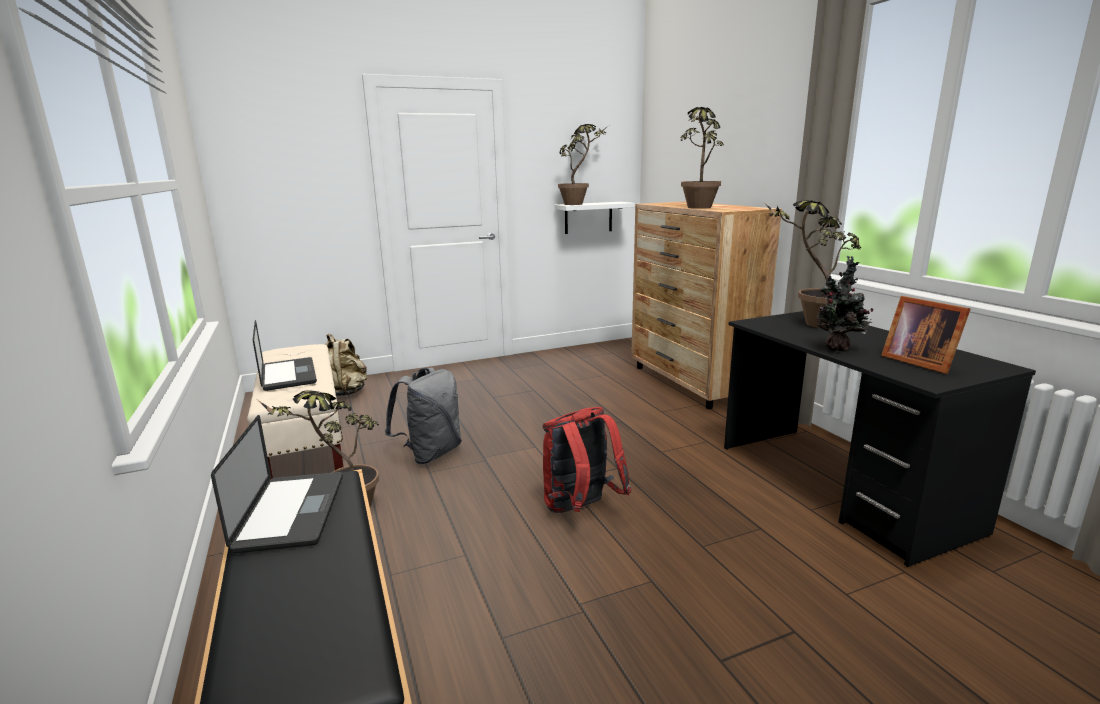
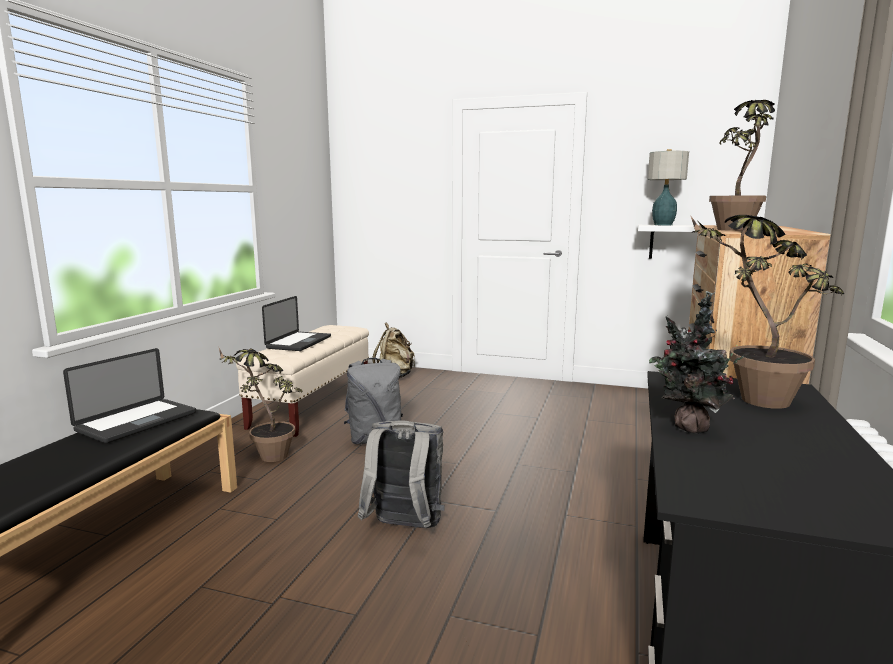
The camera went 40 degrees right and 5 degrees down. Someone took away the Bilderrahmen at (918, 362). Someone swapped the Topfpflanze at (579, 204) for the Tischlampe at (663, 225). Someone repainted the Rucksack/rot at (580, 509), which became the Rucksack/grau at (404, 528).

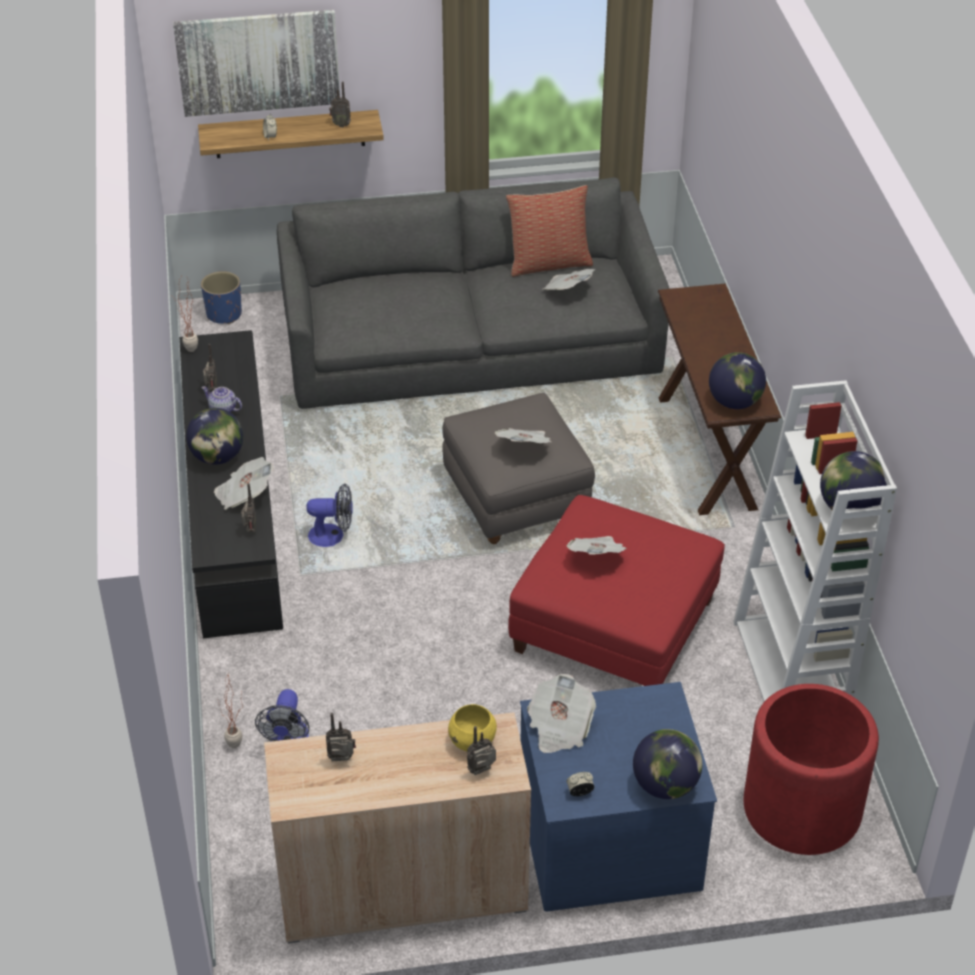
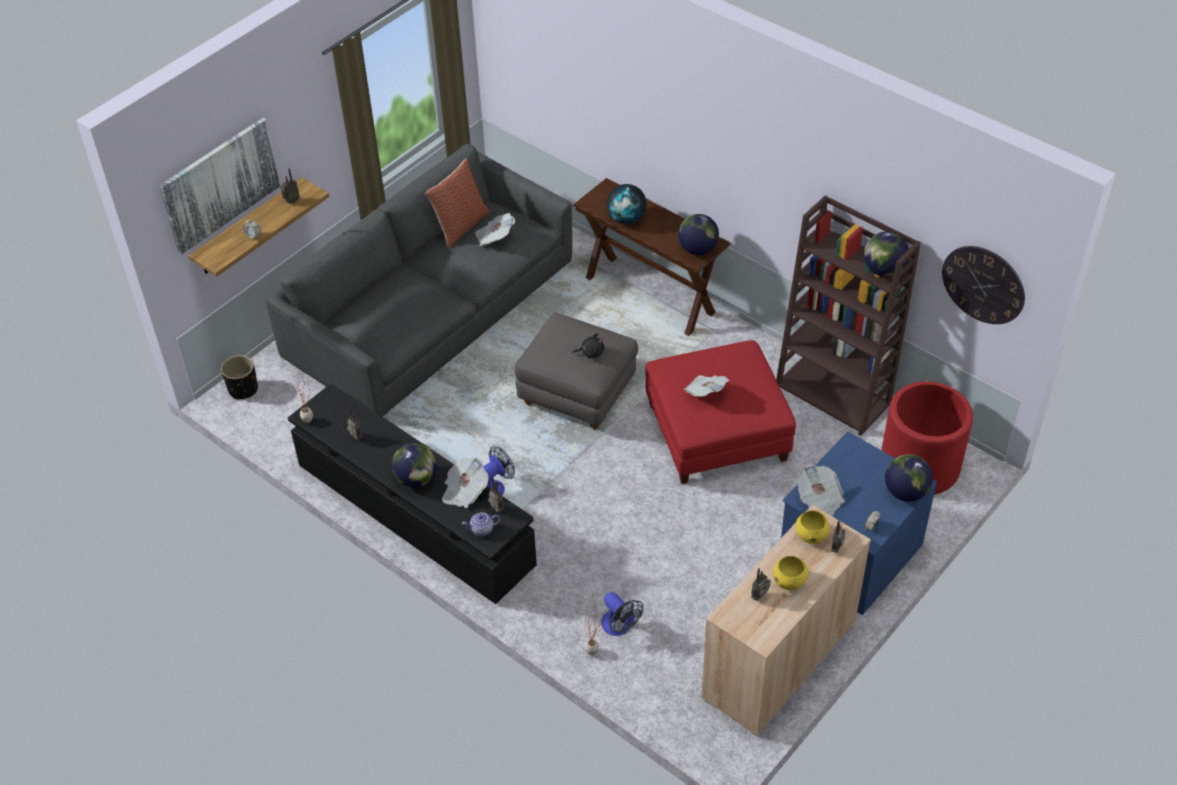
The camera went 40 degrees left and 5 degrees up. Someone put down the Globus at (626, 219). Someone put down the Schüssel/gelb at (790, 581). Someone put up the Wanduhr at (983, 284). Someone carried the Teekanne from (223, 409) to (482, 530). Someone swapped the Zeitung at (525, 447) for the Plüschtier/schwarz at (590, 352). Someone repainted the Pflanzkübel/blau at (223, 314), which became the Pflanzkübel/schwarz at (243, 389). Someone repainted the Bücherregal/weiß at (791, 672), which became the Bücherregal/braun at (834, 395).

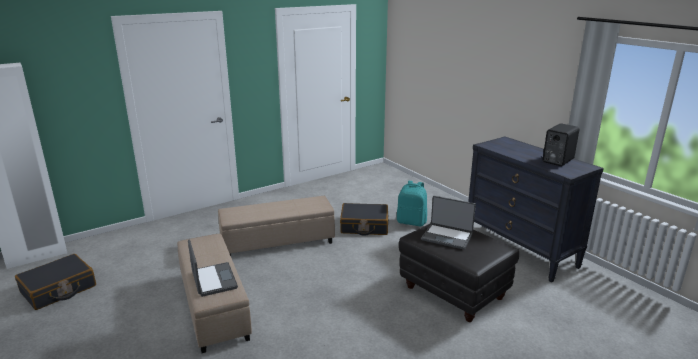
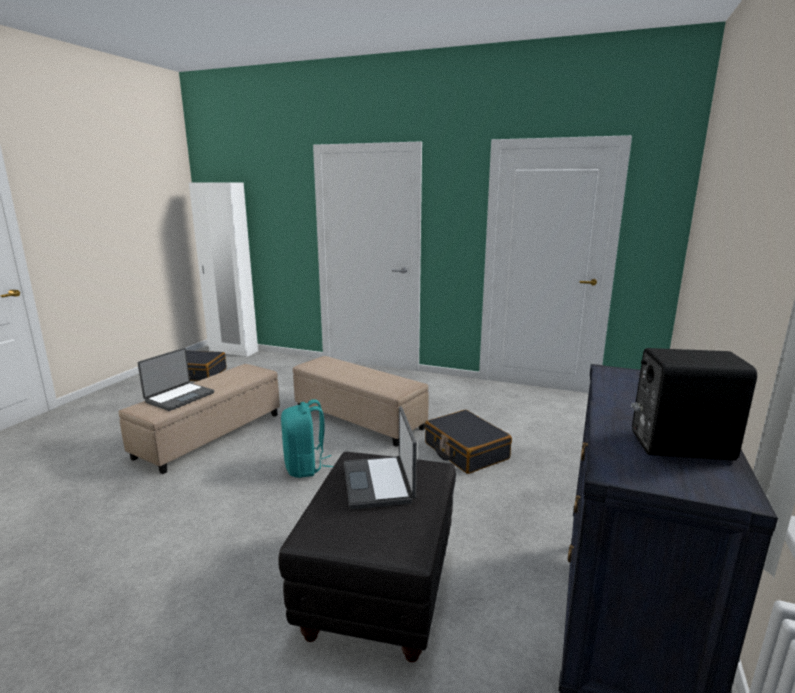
The camera went 55 degrees right and 5 degrees down. Someone carried the Rucksack/türkis from (411, 222) to (305, 467).

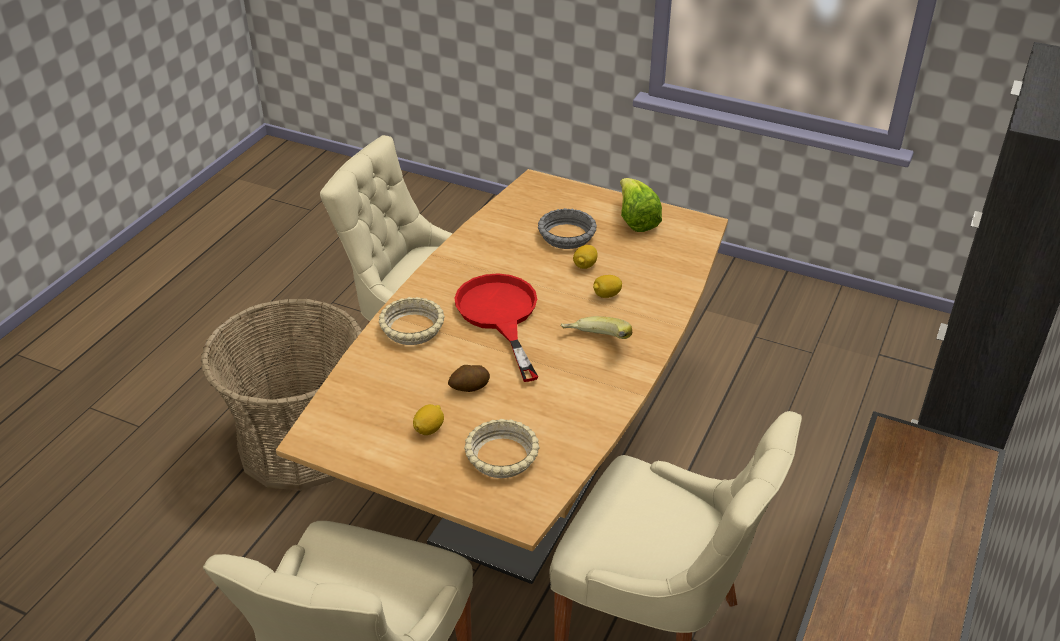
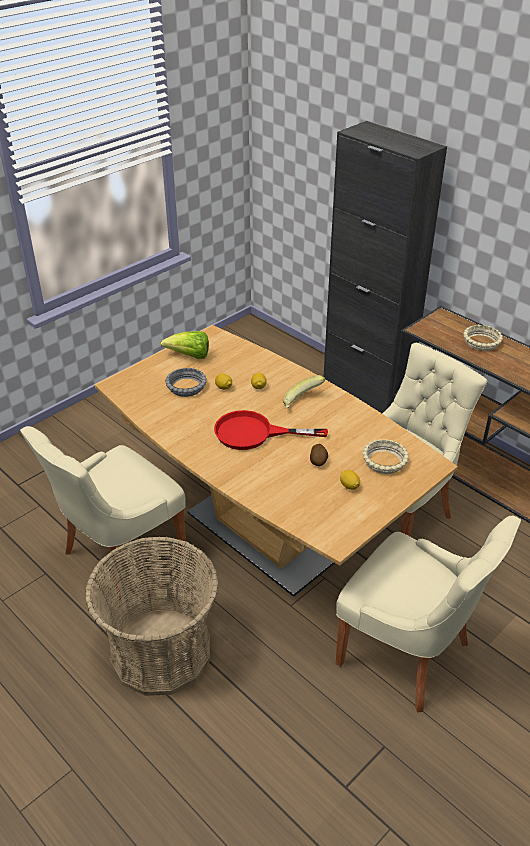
The camera went 70 degrees left and 0 degrees up. Someone carried the Schüssel/beige from (412, 327) to (481, 342).

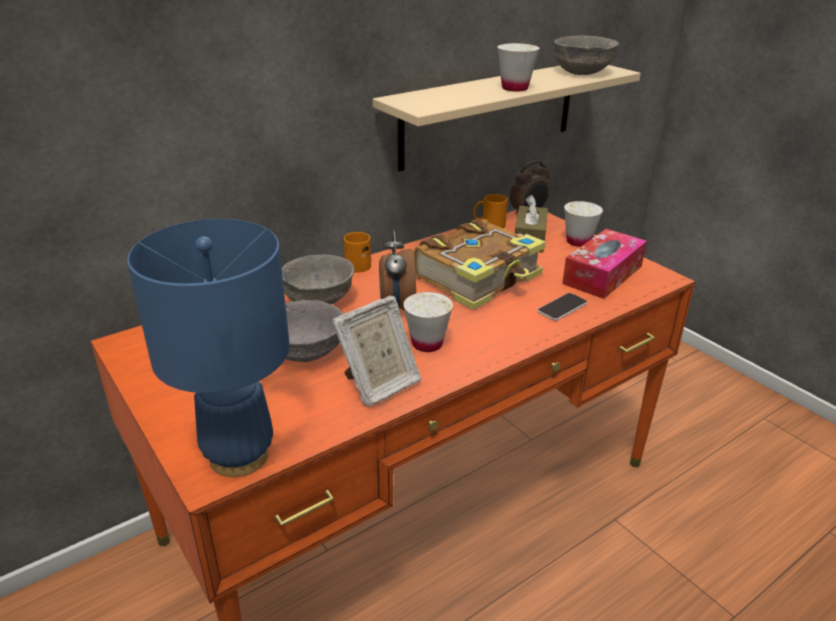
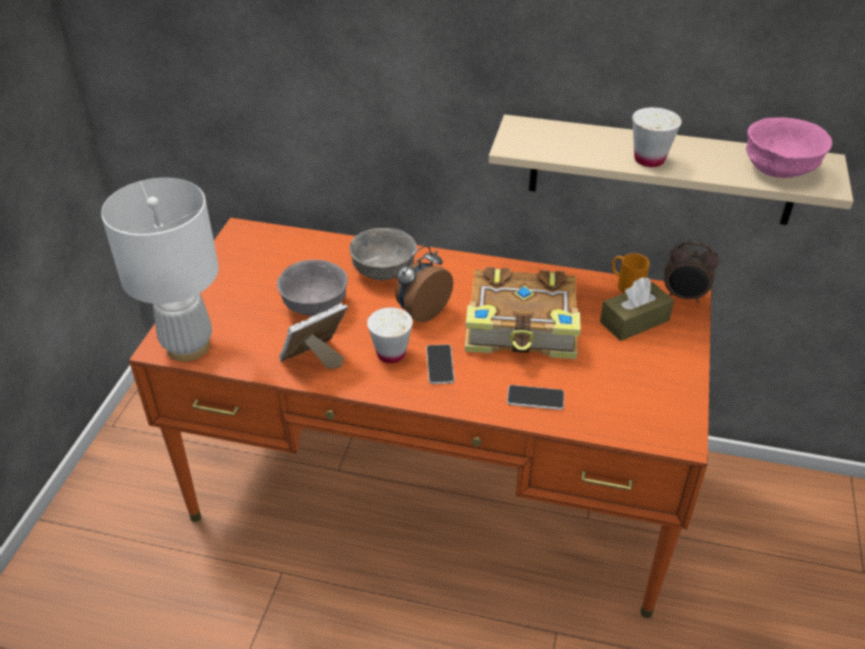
The camera went 50 degrees right and 10 degrees up. Someone took away the Henkelbecher/orange at (359, 263). Someone took away the Taschentuchbox at (602, 275). Someone took away the Tasse/weiß at (578, 241). Someone put down the Handy at (440, 365). Someone repainted the Tischlampe/blau at (239, 456), which became the Tischlampe/weiß at (188, 347). Someone repainted the Schüssel/grau at (583, 72), which became the Schüssel/rosa at (779, 170). Someone rotated the Bilderrahmen at (379, 385) by 135 degrees clockwise.

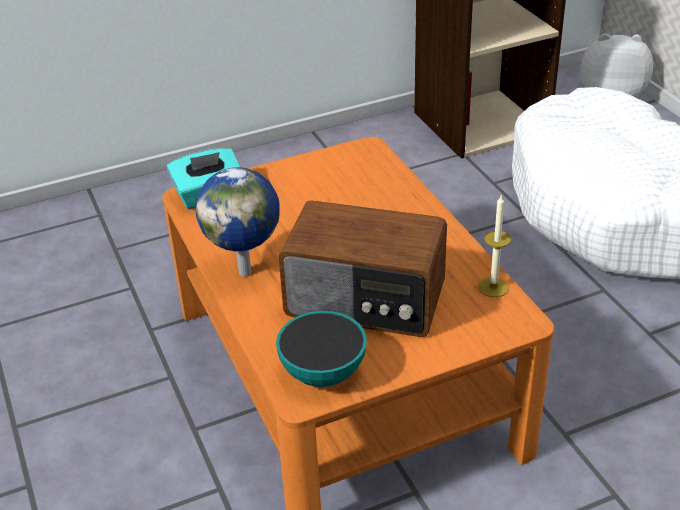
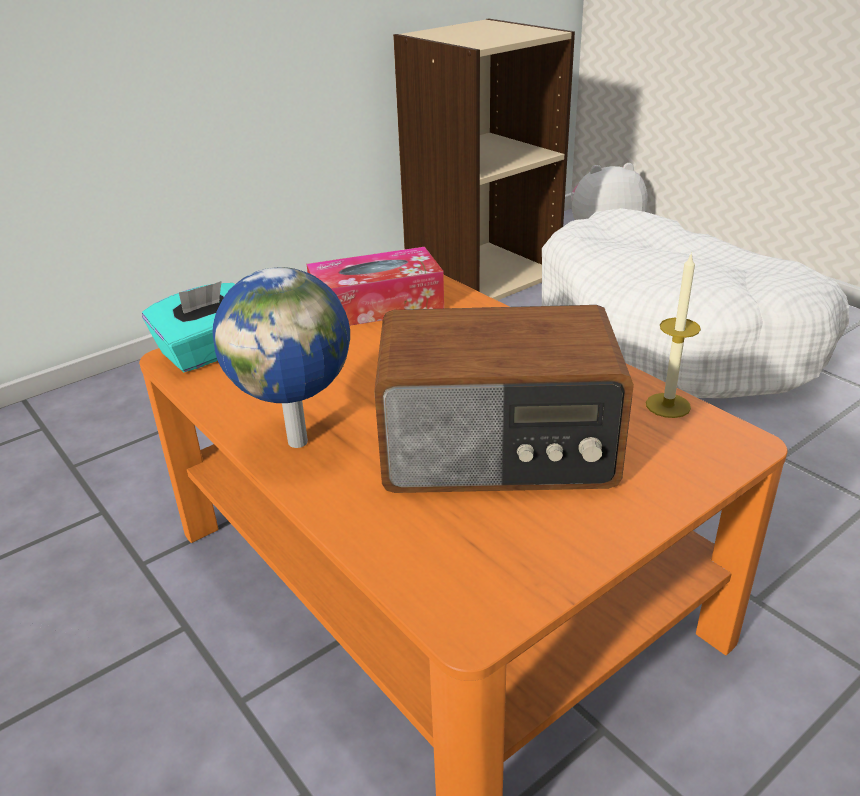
The camera went 15 degrees left and 5 degrees down. Someone took away the Schüssel at (323, 373). Someone put down the Taschentuchbox at (376, 306).

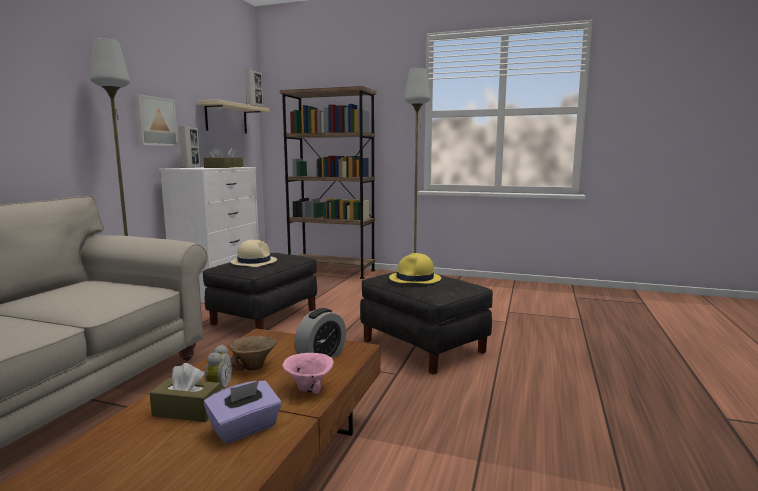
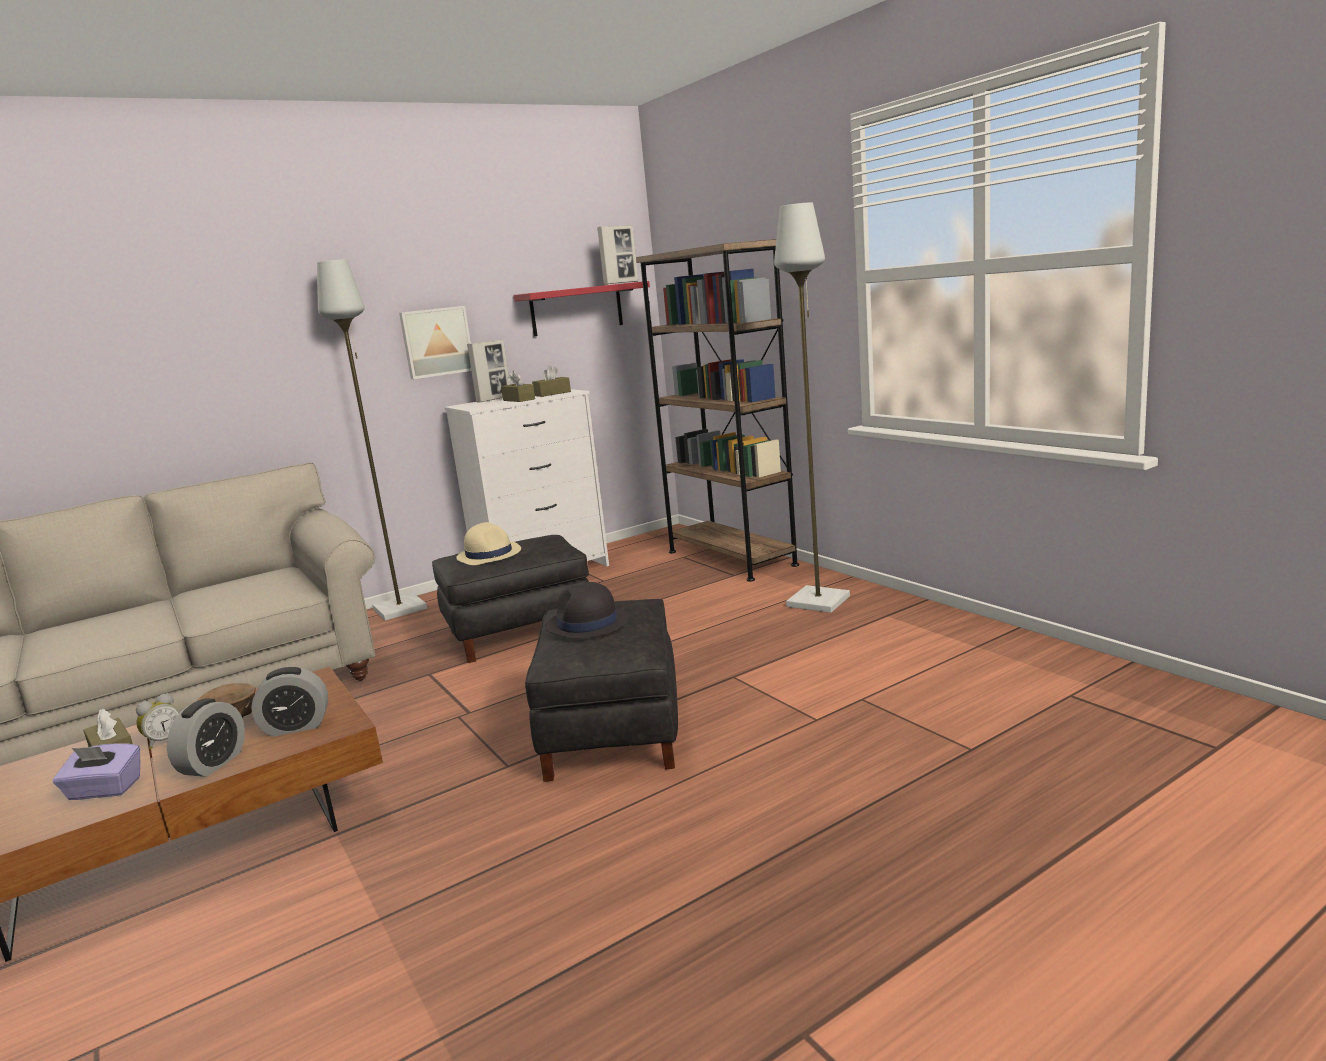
The camera went 40 degrees right and 5 degrees up. Someone swapped the Schüssel/rosa at (308, 388) for the Wecker at (213, 763). Someone repainted the Wandregal/beige at (226, 118), which became the Wandregal/rot at (576, 309). Someone repainted the Hut/gelb at (415, 279), which became the Hut/schwarz at (587, 624).

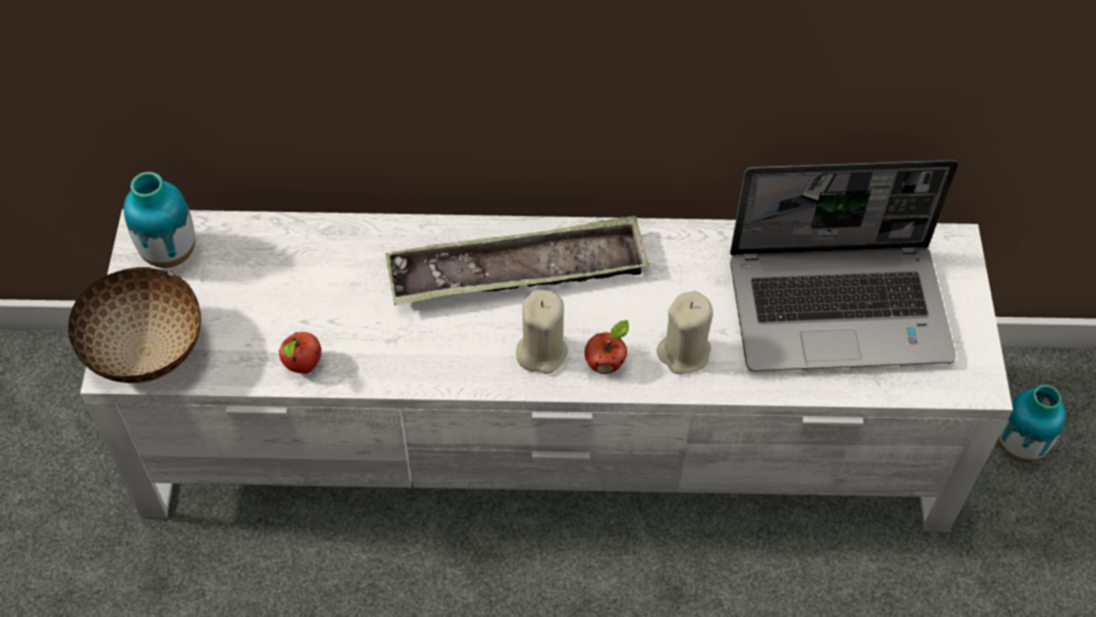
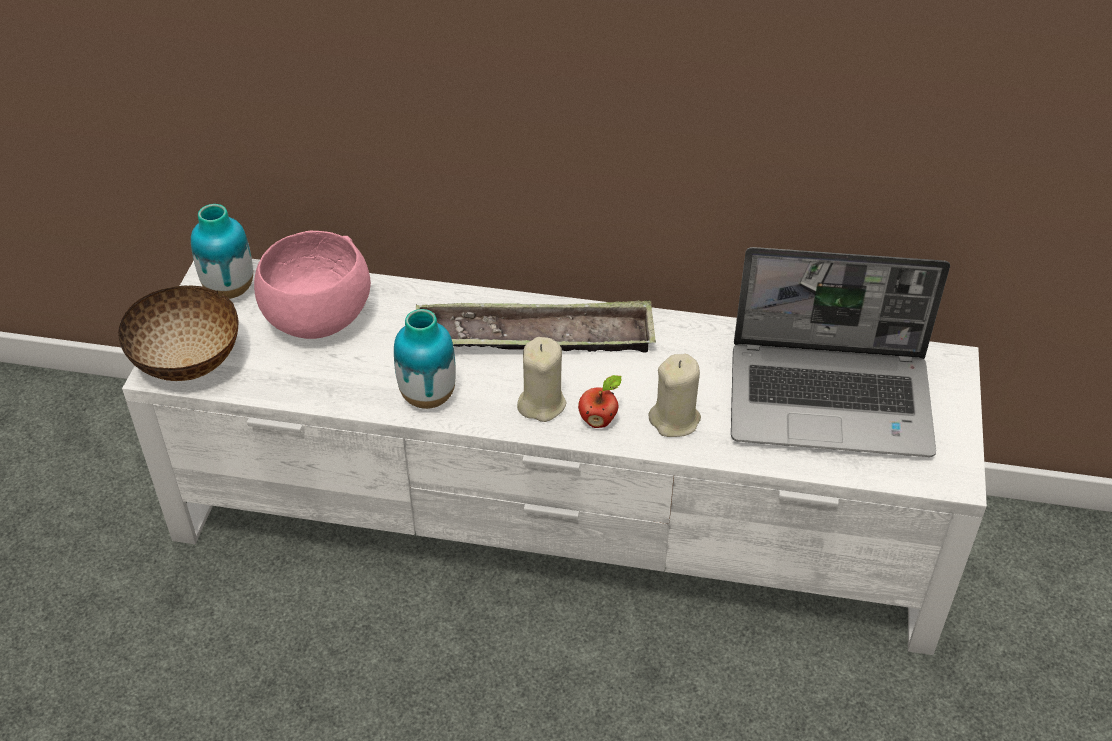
The camera went 10 degrees right and 10 degrees down. Someone took away the Apfel at (303, 367). Someone put down the Schüssel/rosa at (316, 321). Someone carried the Vase from (1019, 446) to (428, 396).

